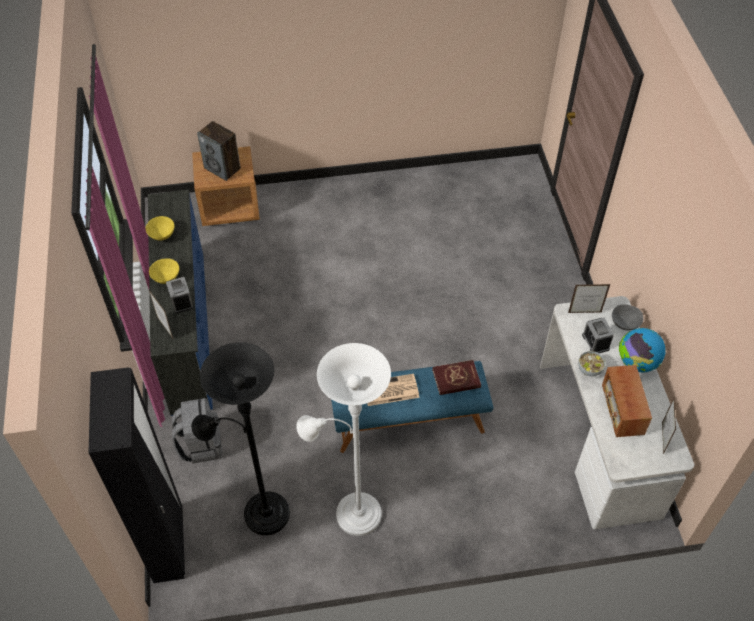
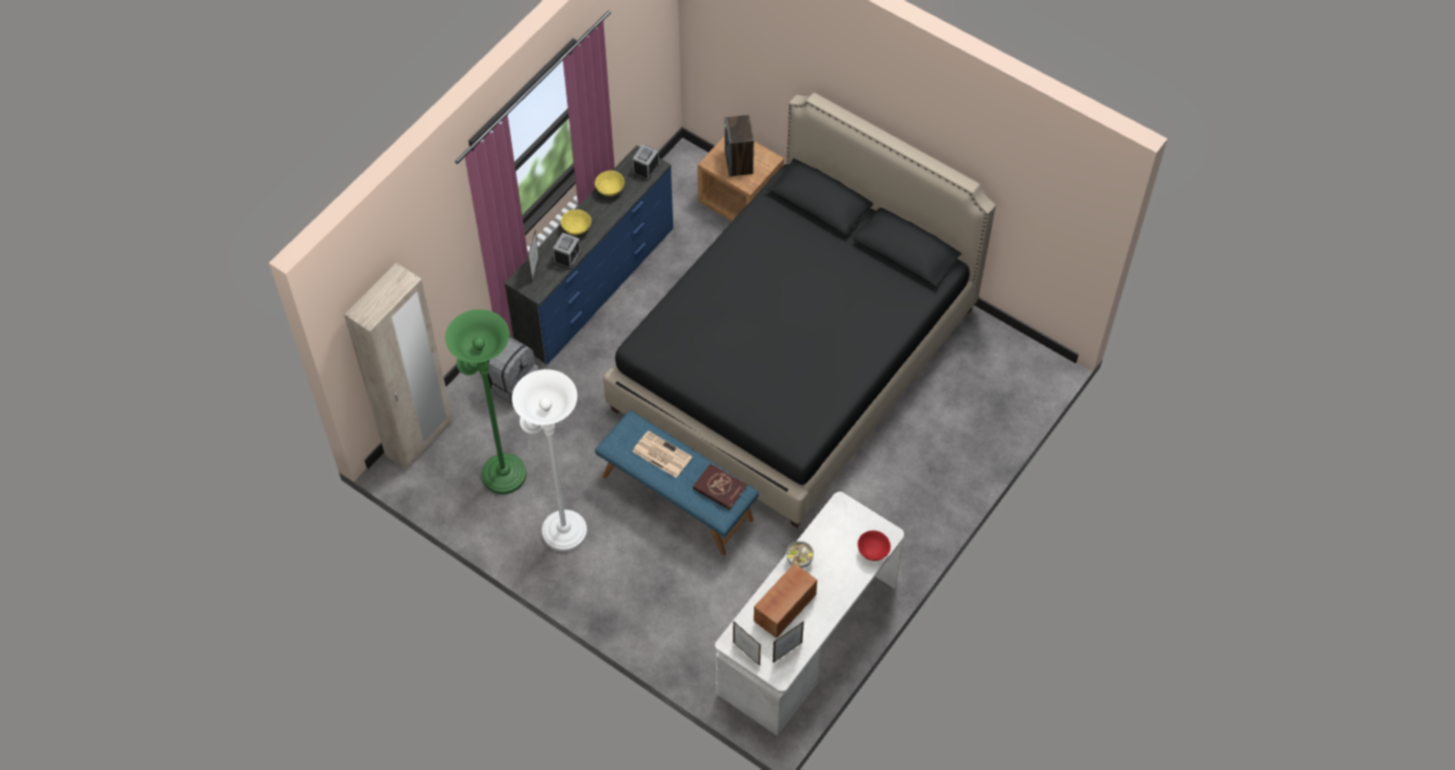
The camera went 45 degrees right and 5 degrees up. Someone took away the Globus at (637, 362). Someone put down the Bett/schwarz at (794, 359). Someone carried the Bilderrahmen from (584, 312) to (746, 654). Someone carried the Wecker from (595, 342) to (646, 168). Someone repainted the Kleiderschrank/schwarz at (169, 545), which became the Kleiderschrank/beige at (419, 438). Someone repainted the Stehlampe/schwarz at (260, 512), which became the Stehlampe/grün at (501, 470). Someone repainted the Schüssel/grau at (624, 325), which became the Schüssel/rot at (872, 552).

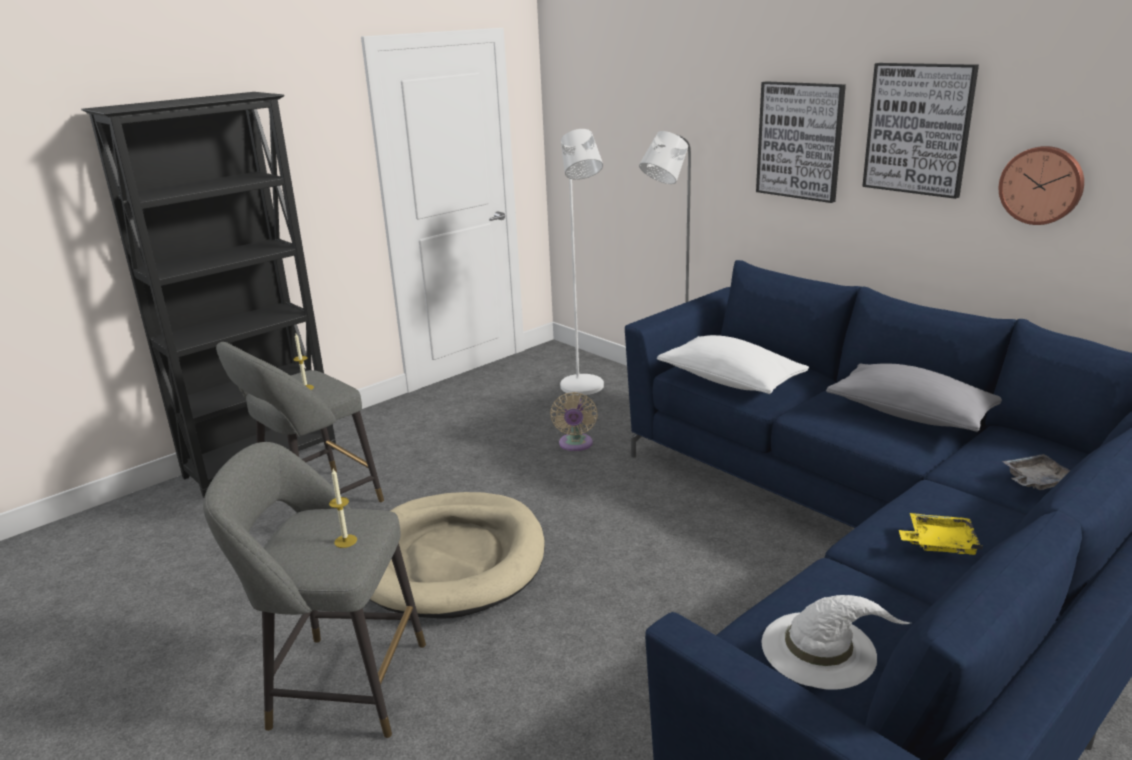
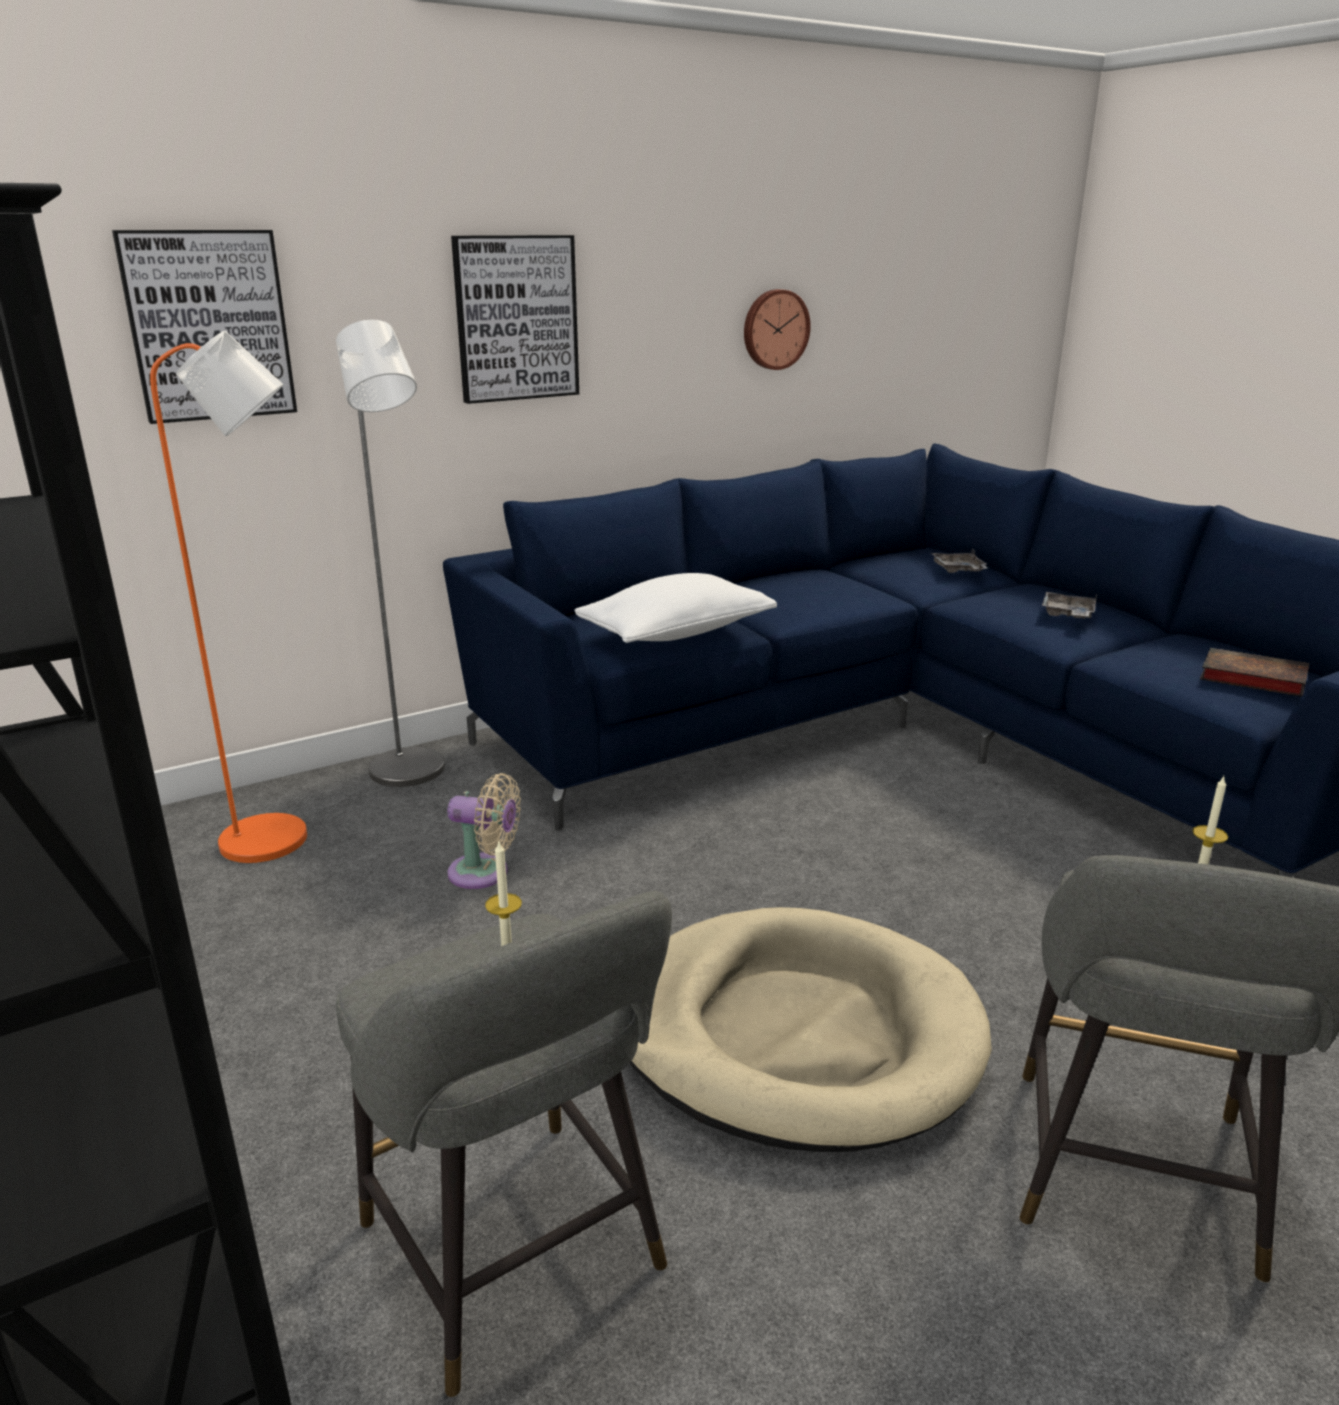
The camera went 80 degrees left and 0 degrees up. Someone took away the Kissen/grau at (910, 414). Someone carried the Bild from (918, 129) to (209, 326). Someone swapped the Hut/weiß at (820, 649) for the Buch at (1249, 678). Someone repainted the Stehlampe/weiß at (584, 389), which became the Stehlampe/orange at (281, 839). Someone repainted the Tablett/gelb at (939, 543), which became the Tablett/grau at (1067, 615).

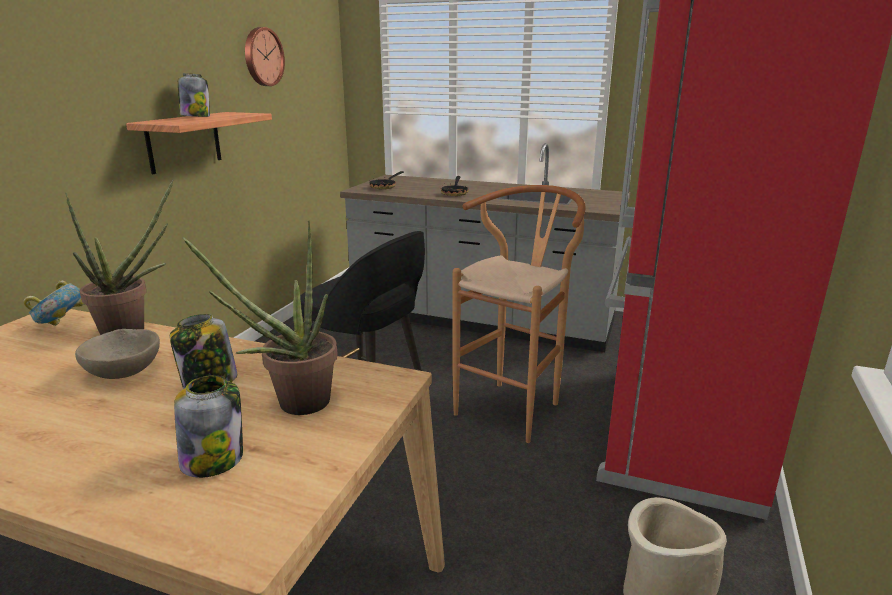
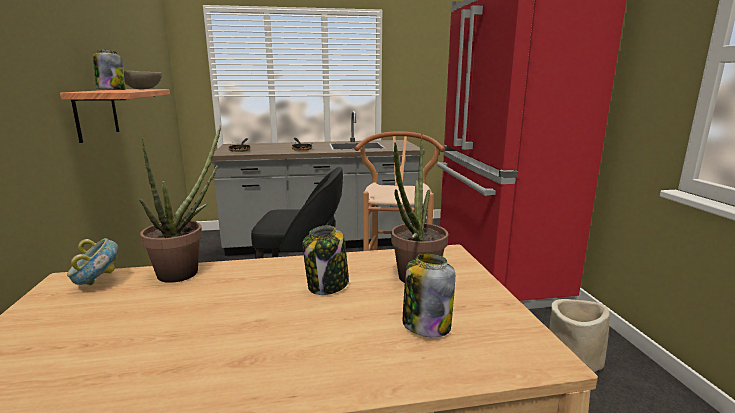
The camera went 30 degrees left and 5 degrees down. Someone took away the Wanduhr at (262, 57). Someone carried the Schüssel/beige from (125, 372) to (143, 89).

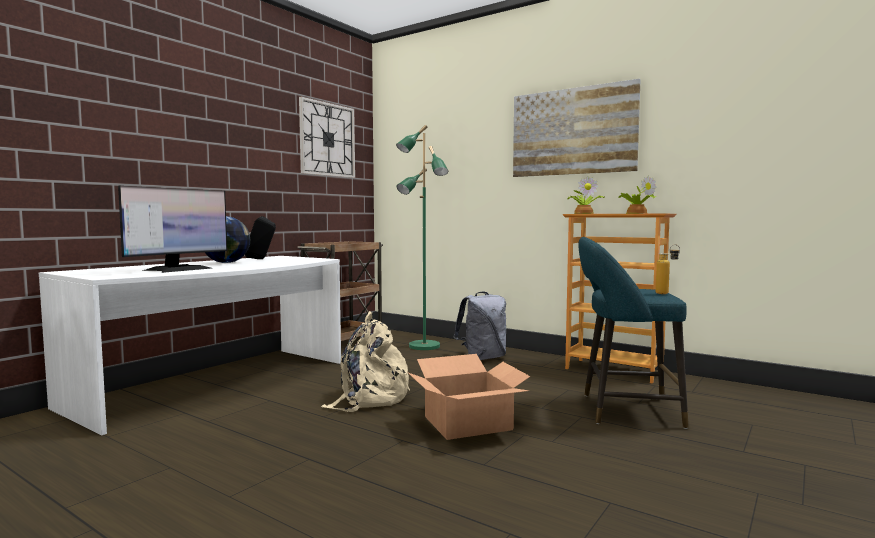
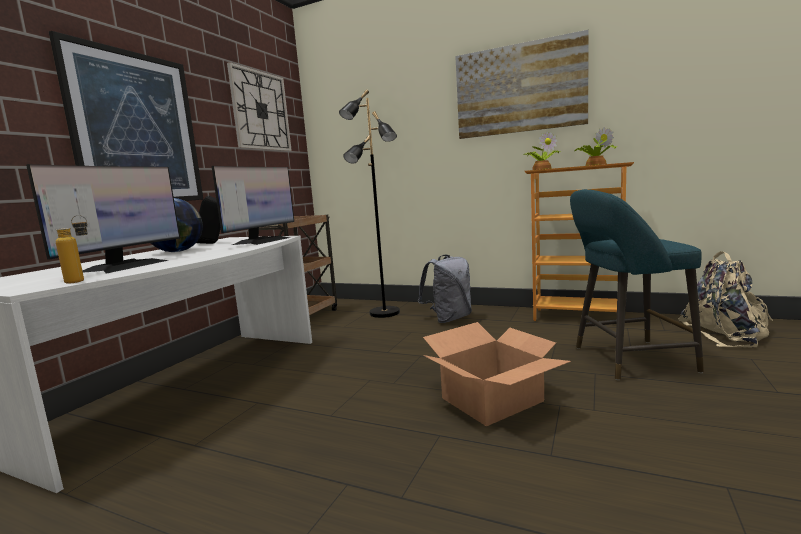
The camera went 10 degrees left and 5 degrees up. Someone put up the Bild at (136, 129). Someone put down the Monitor at (261, 241). Someone carried the Rucksack/beige from (369, 398) to (726, 333). Someone carried the Flasche from (667, 293) to (82, 281). Someone repainted the Stehlampe/grün at (423, 346), which became the Stehlampe/schwarz at (384, 313).

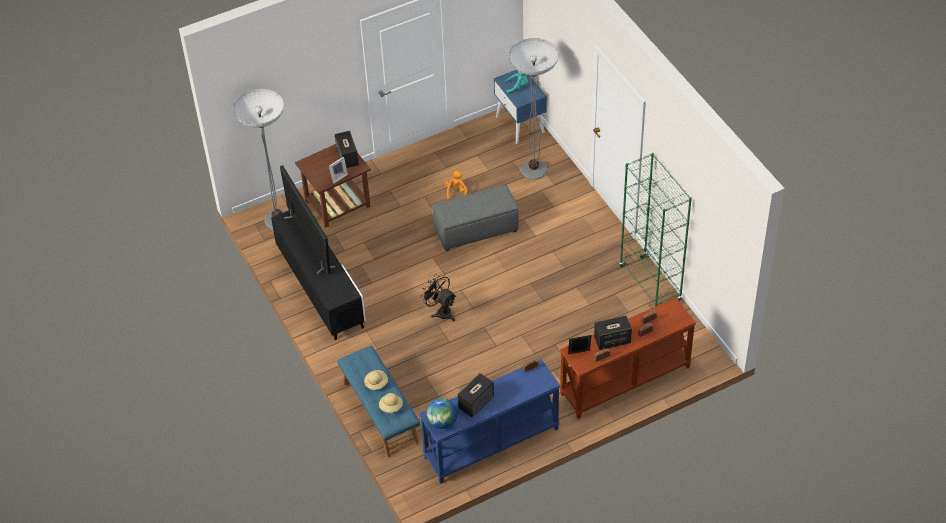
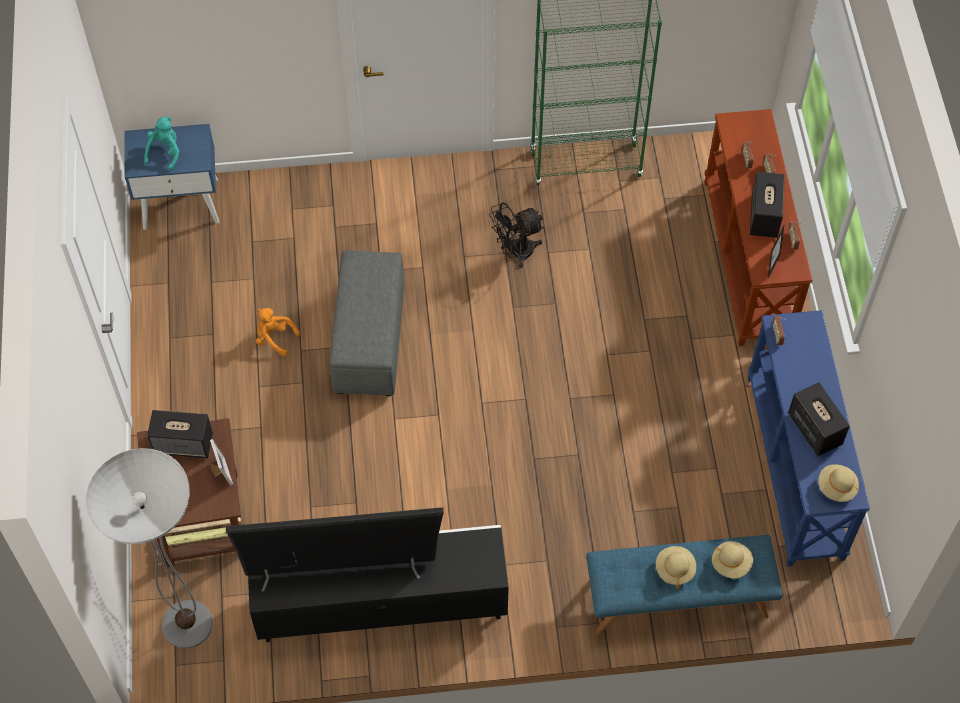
The camera went 70 degrees left and 10 degrees up. Someone took away the Stehlampe at (533, 169). Someone carried the Ventilator/schwarz from (441, 311) to (516, 252). Someone swapped the Globus at (442, 422) for the Hut/beige at (836, 487).

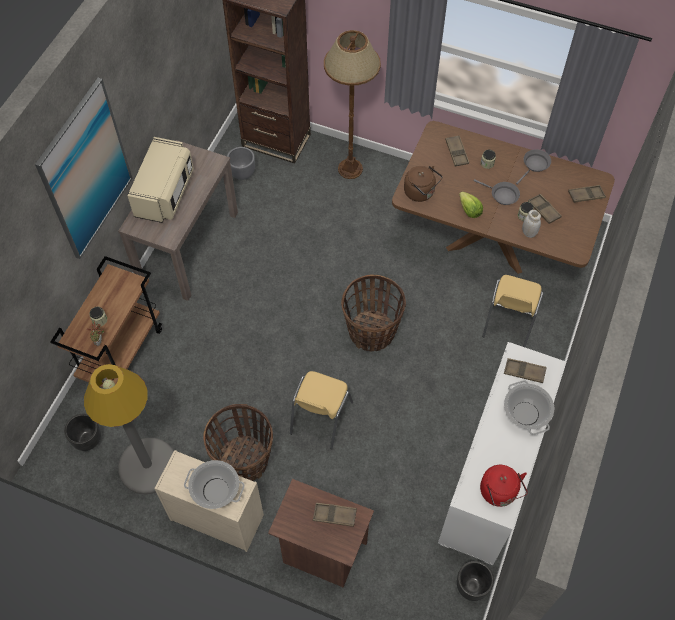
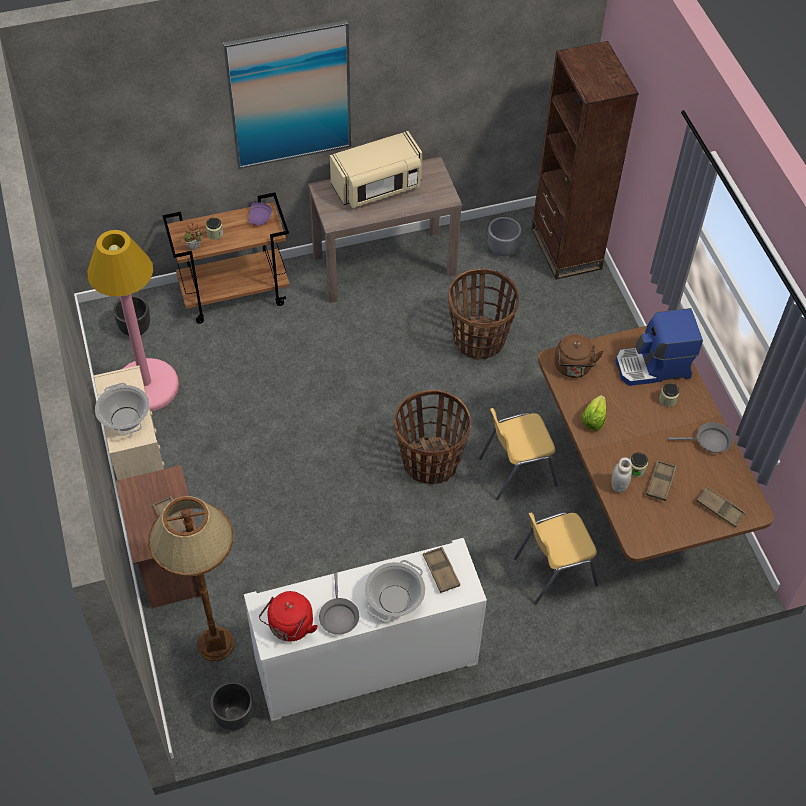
The camera went 50 degrees right and 5 degrees down. Someone put down the Teller/lila at (260, 218). Someone carried the Korb from (244, 460) to (479, 339). Someone carried the Stuhl/gelb from (320, 418) to (516, 471). Someone carried the Stehlampe/braun from (350, 169) to (215, 644). Someone carried the Pfanne/grau from (502, 195) to (338, 616). Someone swapped the Tablett/braun at (456, 152) for the Kaffeemaschine at (653, 367). Someone repainted the Stehlampe/grau at (148, 466), which became the Stehlampe/rosa at (146, 386).

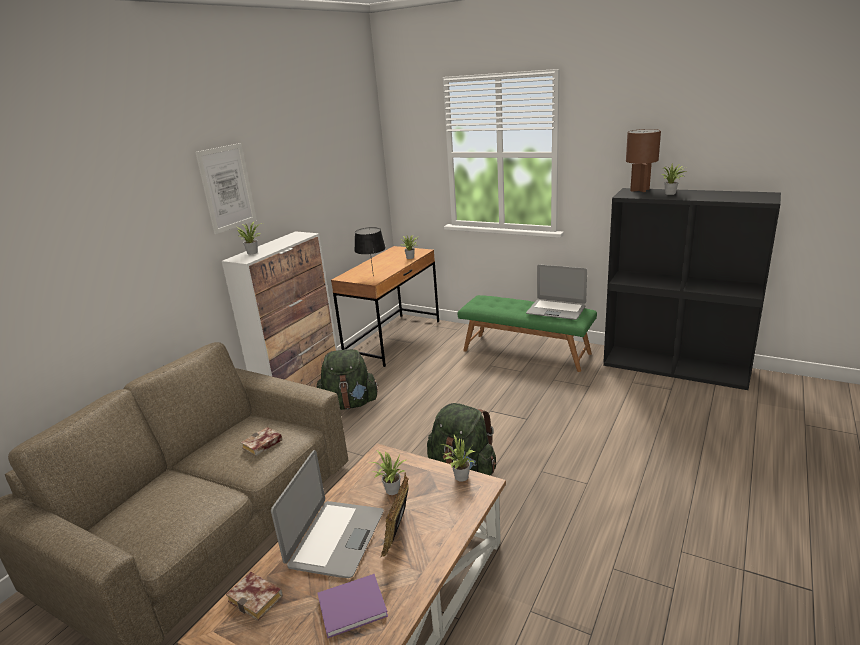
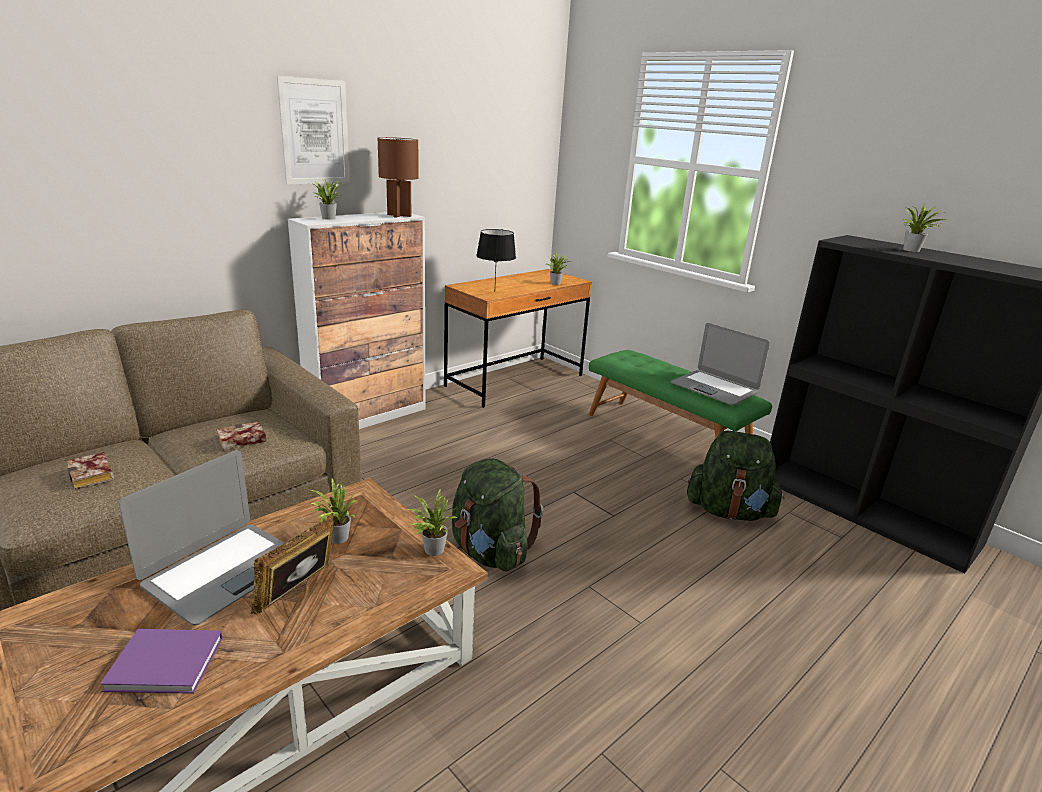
The camera went 15 degrees right and 0 degrees up. Someone carried the Buch from (258, 599) to (93, 475). Someone carried the Rucksack/grün from (349, 404) to (729, 511). Someone carried the Tischlampe/braun from (639, 190) to (399, 215).

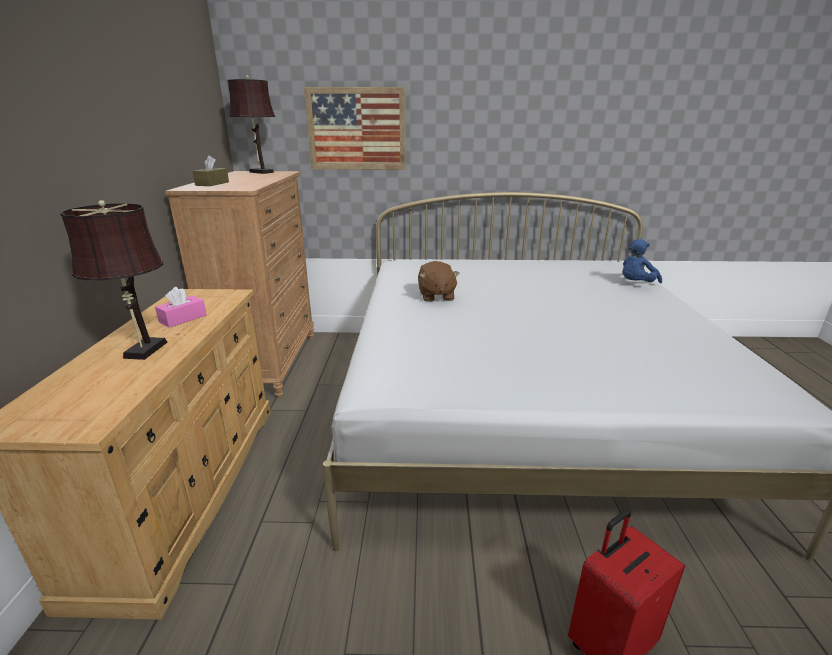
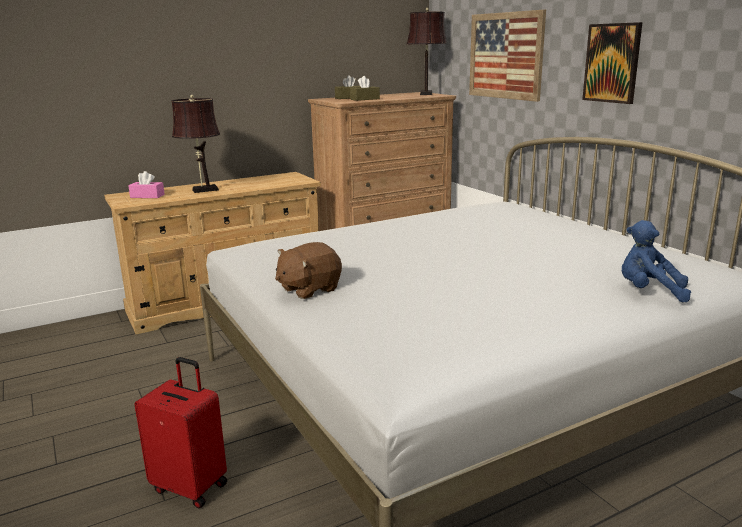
The camera went 60 degrees right and 5 degrees down. Someone put down the Taschentuchbox/braun at (365, 99). Someone put up the Bild at (612, 63). Someone carried the Taschentuchbox/rosa from (183, 319) to (147, 196). Someone carried the Plüschtier/braun from (436, 296) to (309, 289).

